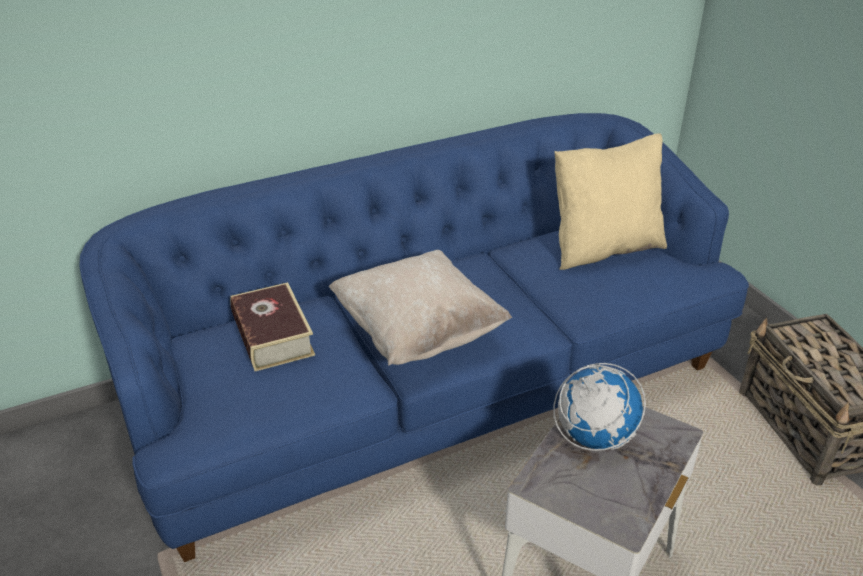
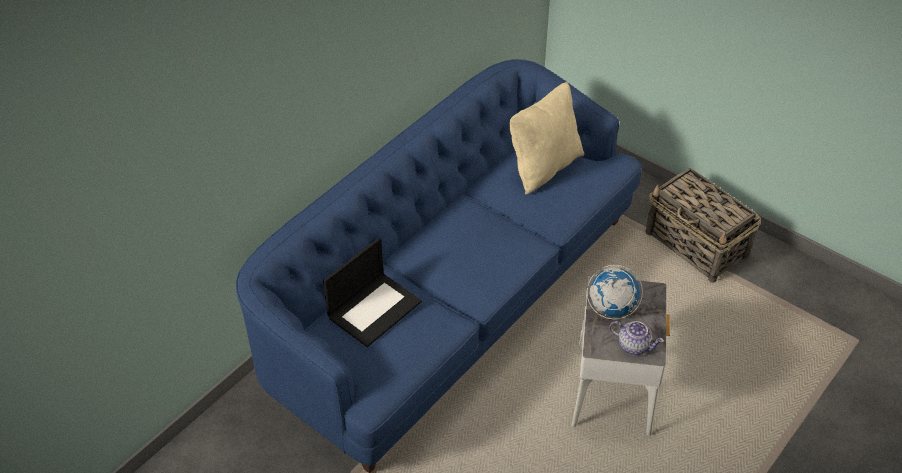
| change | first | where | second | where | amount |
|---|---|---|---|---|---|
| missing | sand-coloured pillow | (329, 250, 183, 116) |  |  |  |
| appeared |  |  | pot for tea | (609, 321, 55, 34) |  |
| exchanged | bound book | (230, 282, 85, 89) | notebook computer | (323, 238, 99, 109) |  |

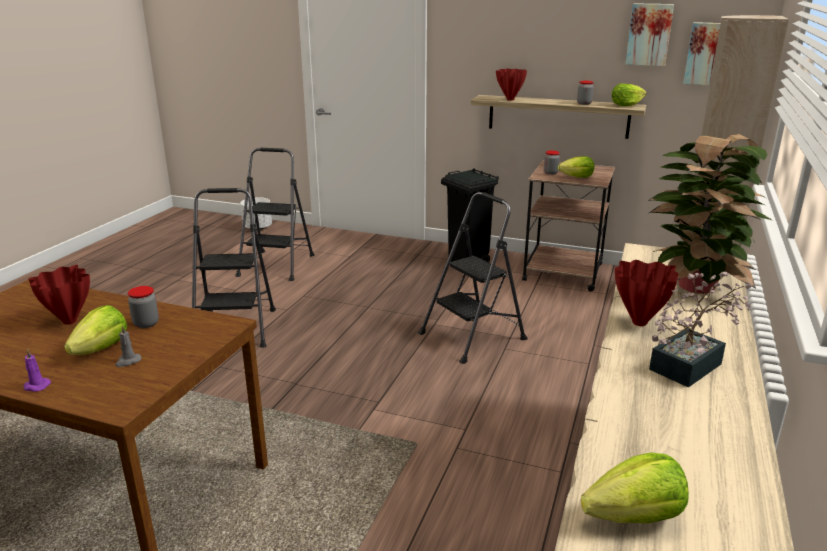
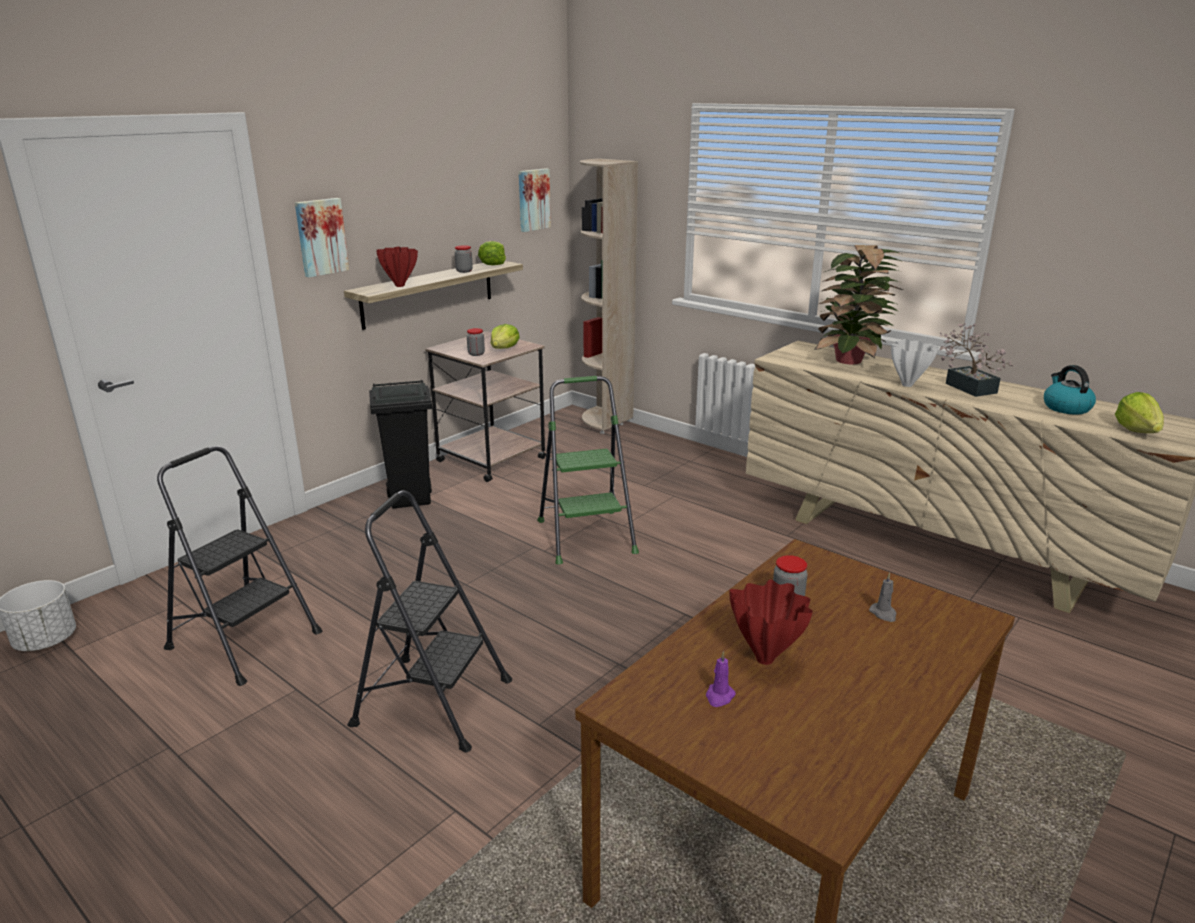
| change | first | where | second | where | amount |
|---|---|---|---|---|---|
| missing | lettuce | (64, 305, 63, 50) |  |  |  |
| appeared |  |  | water kettle | (1044, 365, 52, 50) |  |
| relocated | purplish candle | (23, 349, 28, 43) |  | (706, 651, 30, 56) |  |
| relocated | wall art | (626, 3, 48, 63) |  | (295, 198, 54, 79) |  |
| colour | black stepladder | (418, 192, 110, 172) | greenish stepladder | (537, 376, 102, 188) |  |
| colour | red-coloured decorative vase | (615, 260, 64, 66) | white-coloured decorative vase | (891, 339, 48, 48) |  |

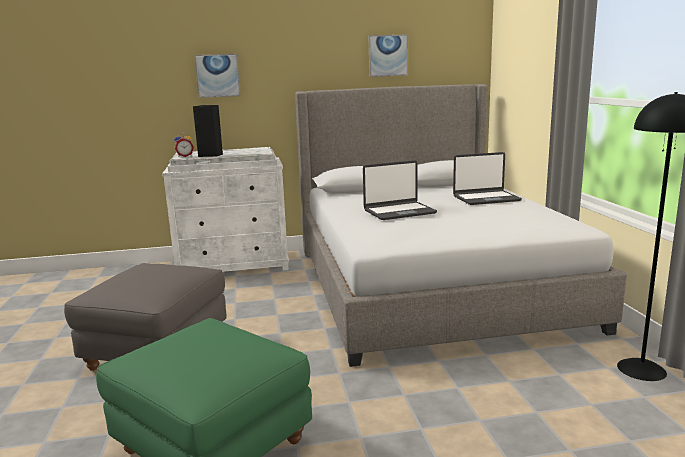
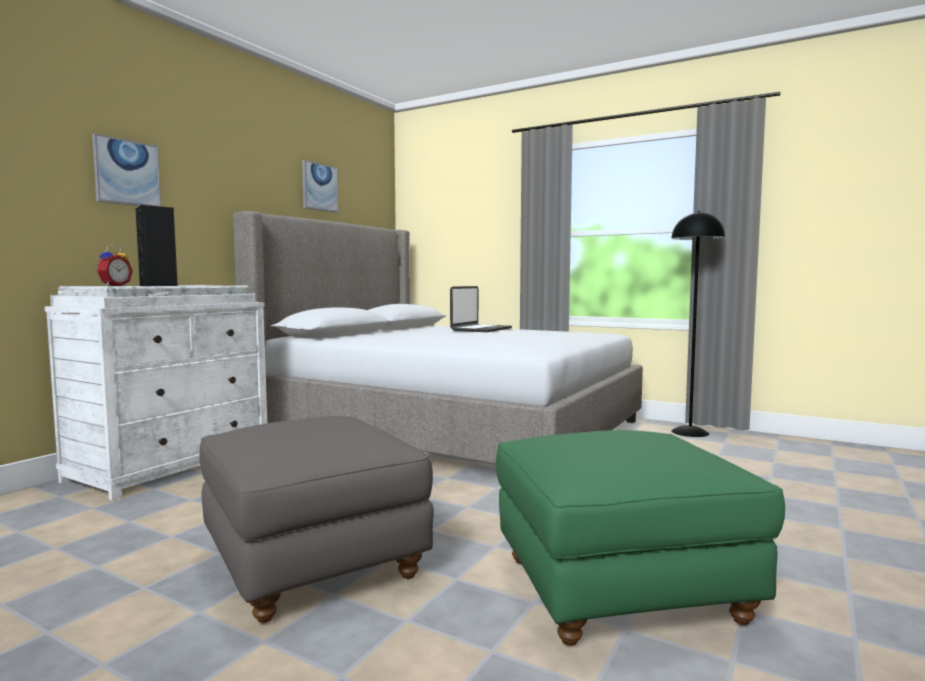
| change | first | where | second | where | amount |
|---|---|---|---|---|---|
| missing | notebook computer | (363, 160, 74, 60) |  |  |  |

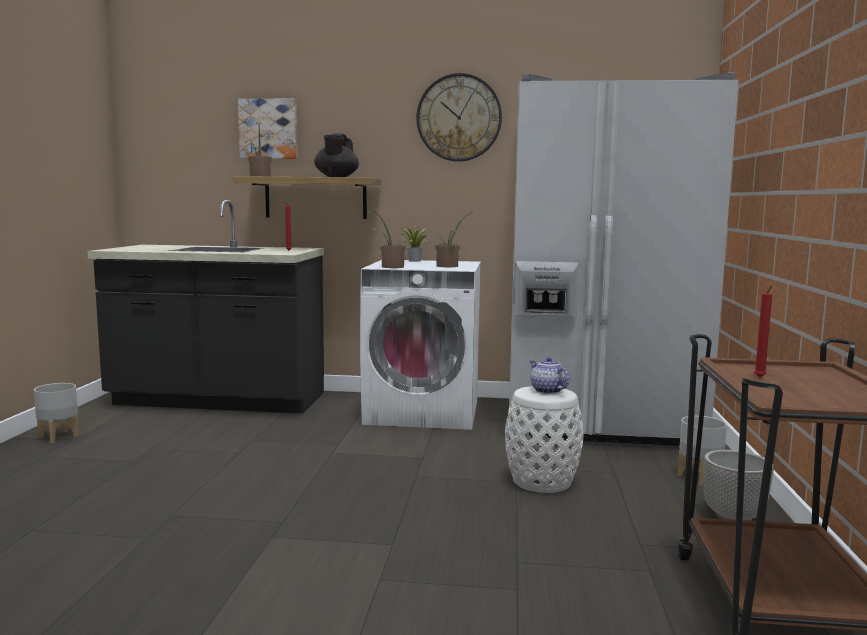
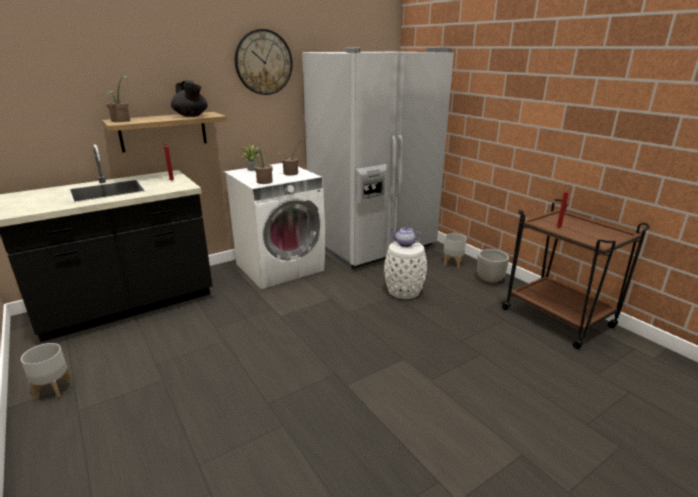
| change | first | where | second | where | amount |
|---|---|---|---|---|---|
| missing | wall art | (238, 99, 59, 60) |  |  |  |

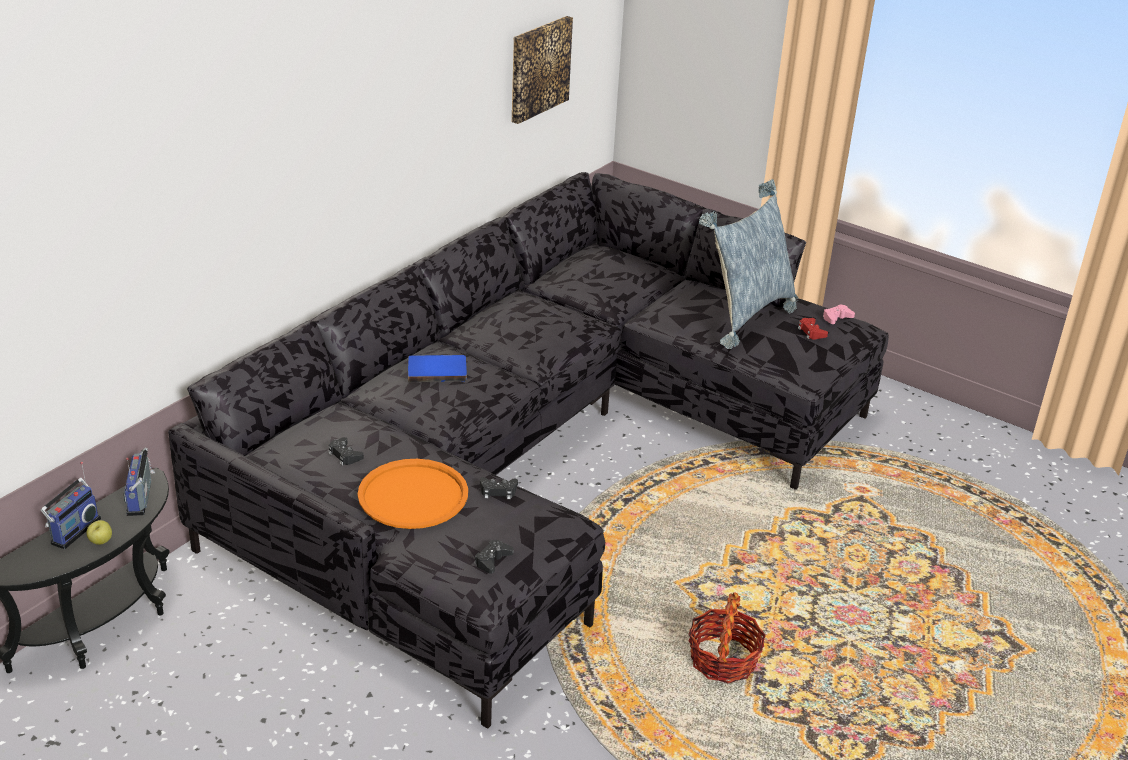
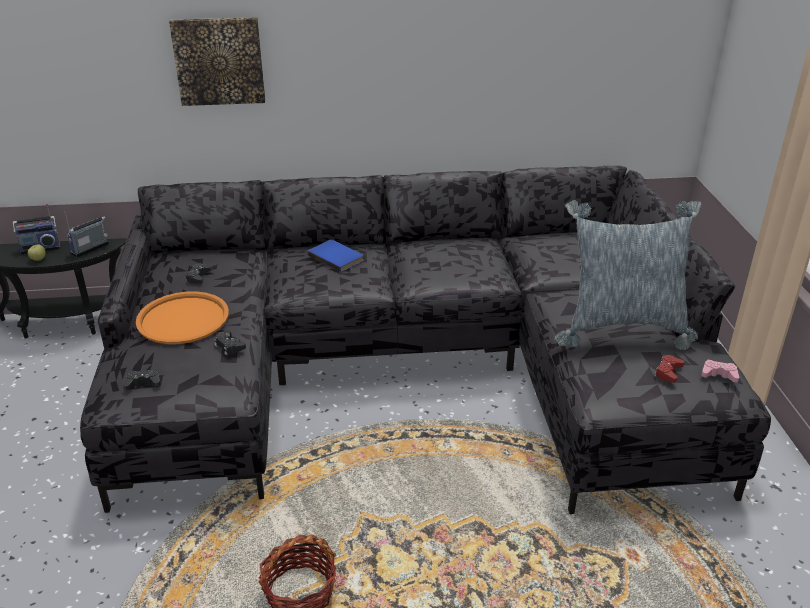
| change | first | where | second | where | amount |
|---|---|---|---|---|---|
| relocated | wall art | (512, 16, 61, 108) |  | (169, 17, 96, 89) |  |

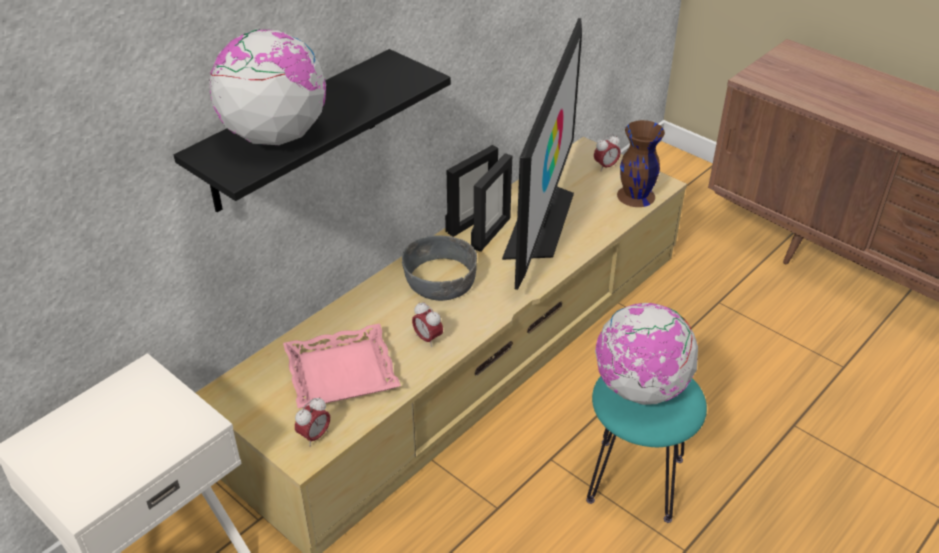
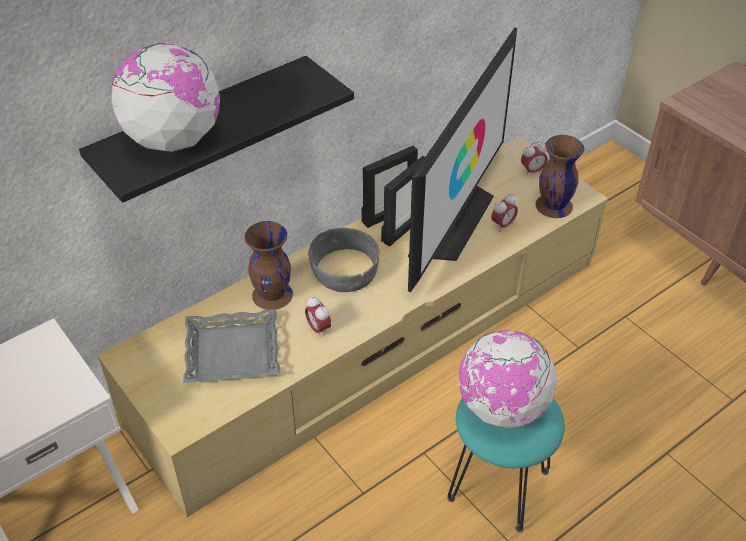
| change | first | where | second | where | amount |
|---|---|---|---|---|---|
| appeared |  |  | brown-coloured decorative vase | (245, 221, 48, 89) |  |
| relocated | table clock | (295, 397, 35, 50) |  | (491, 194, 27, 38) |  |
| colour | pink-coloured carrying tray | (283, 323, 118, 85) | grey carrying tray | (183, 309, 97, 74) |  |

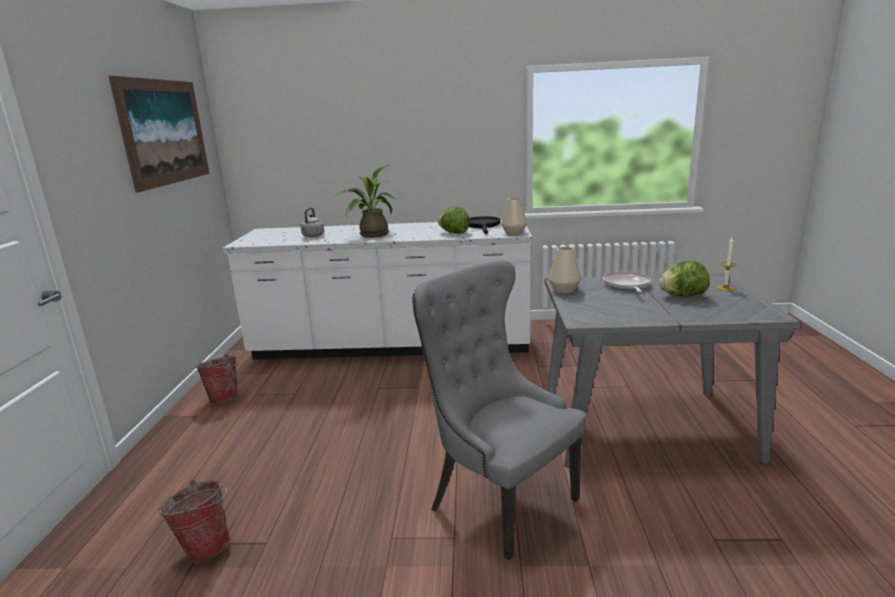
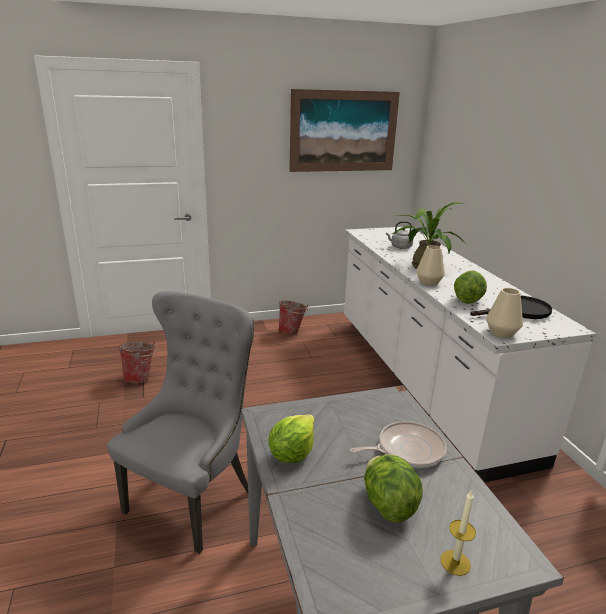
| change | first | where | second | where | amount |
|---|---|---|---|---|---|
| appeared |  |  | lettuce | (269, 414, 45, 49) |  |
| relocated | sand-coloured decorative vase | (548, 247, 33, 46) |  | (416, 245, 29, 41) |  |

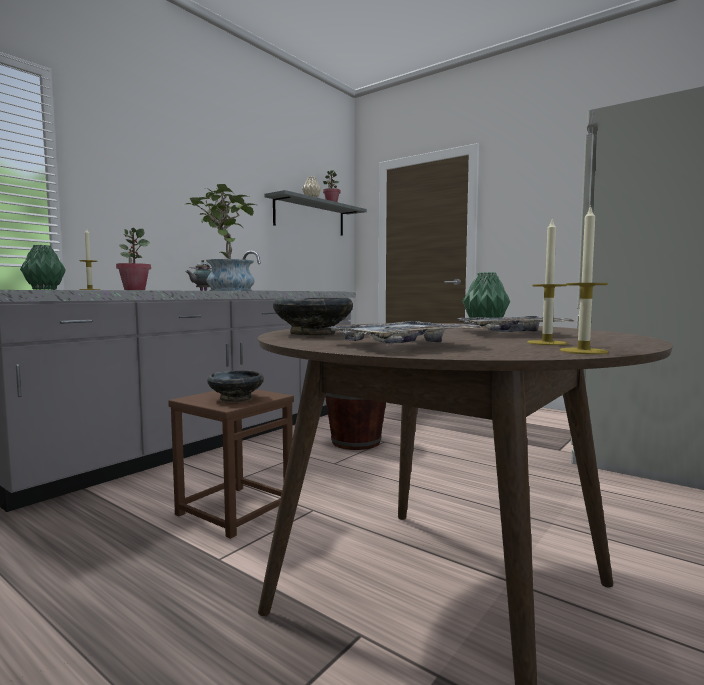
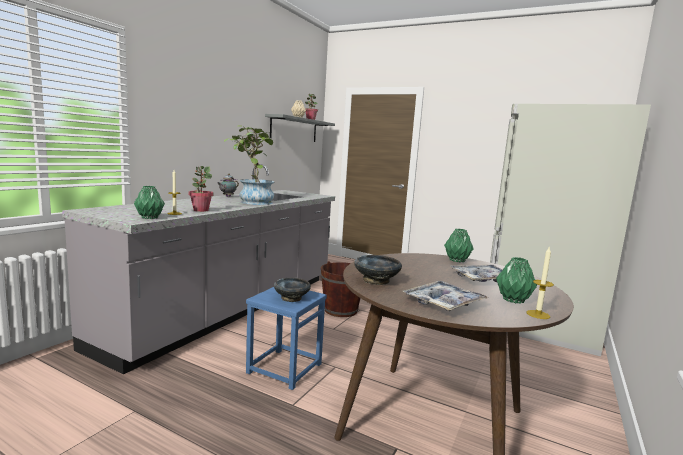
| change | first | where | second | where | amount |
|---|---|---|---|---|---|
| exchanged | candle | (527, 220, 41, 125) | greenish decorative vase | (496, 257, 41, 47) |  |
| colour | brown-coloured stool seat | (168, 389, 126, 150) | blue stool seat | (246, 287, 81, 103) |  |

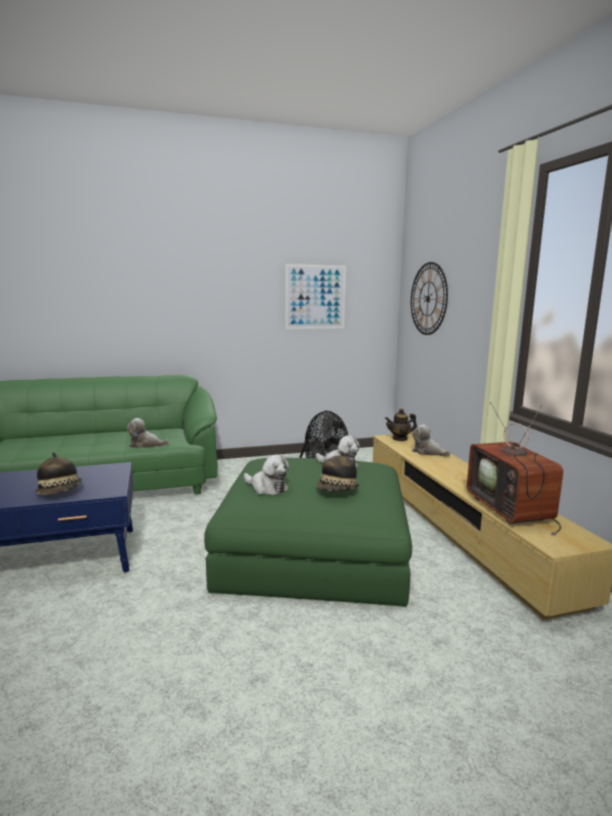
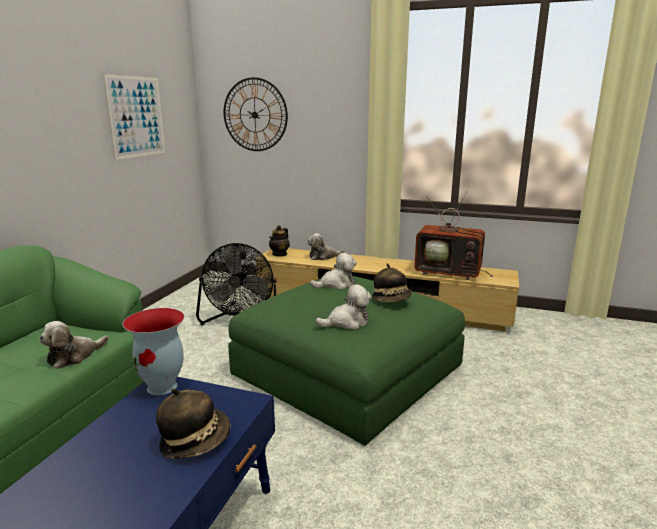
| change | first | where | second | where | amount |
|---|---|---|---|---|---|
| appeared |  |  | decorative vase | (123, 308, 61, 87) |  |

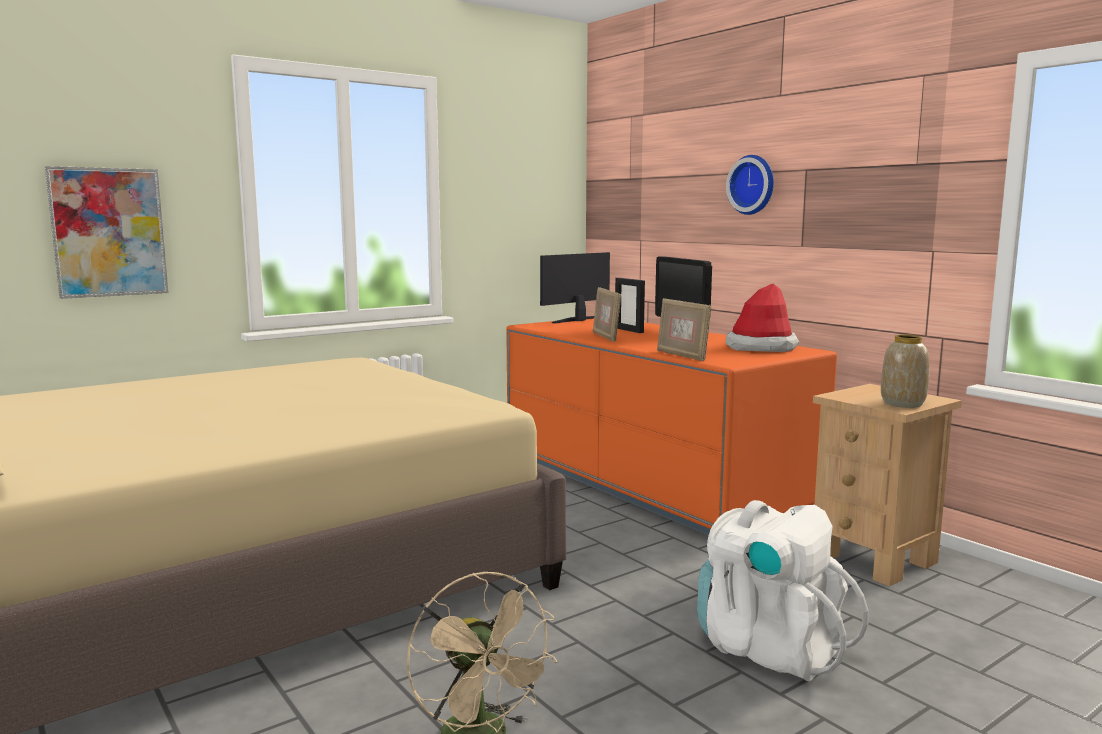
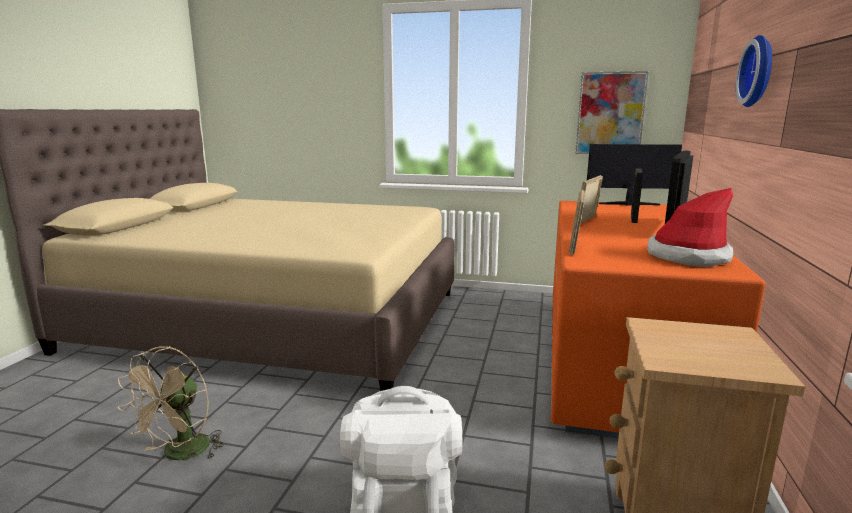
| change | first | where | second | where | amount |
|---|---|---|---|---|---|
| missing | decorative vase | (881, 335, 49, 73) |  |  |  |
| relocated | wall art | (45, 166, 124, 133) |  | (575, 71, 74, 83) |  |

